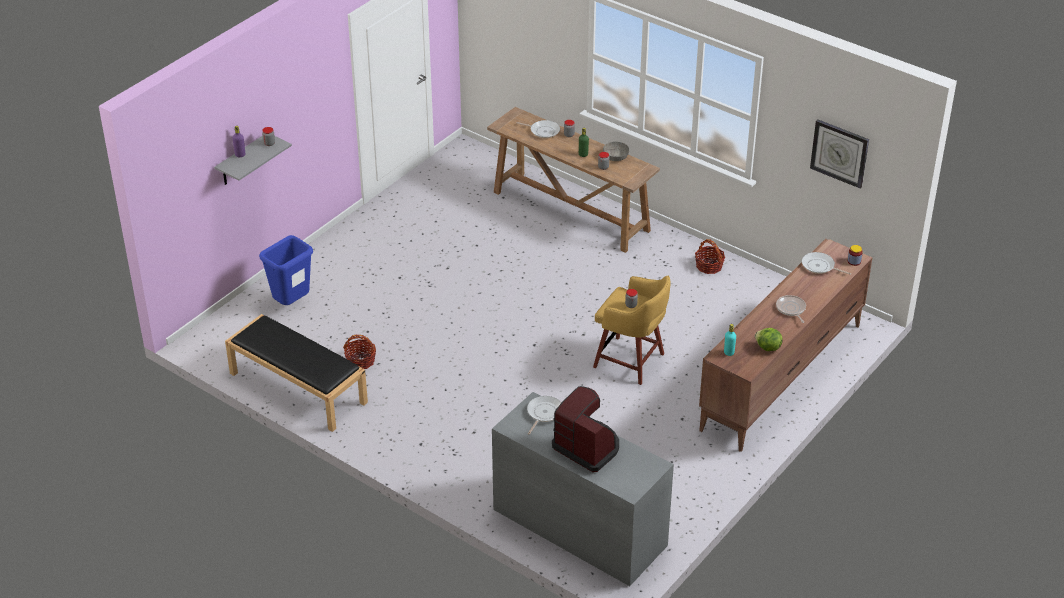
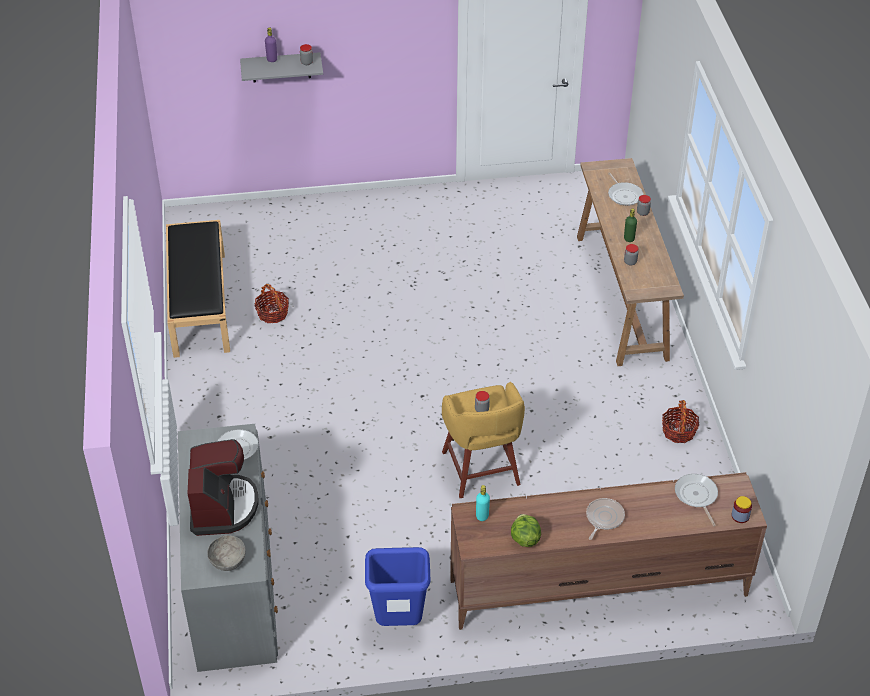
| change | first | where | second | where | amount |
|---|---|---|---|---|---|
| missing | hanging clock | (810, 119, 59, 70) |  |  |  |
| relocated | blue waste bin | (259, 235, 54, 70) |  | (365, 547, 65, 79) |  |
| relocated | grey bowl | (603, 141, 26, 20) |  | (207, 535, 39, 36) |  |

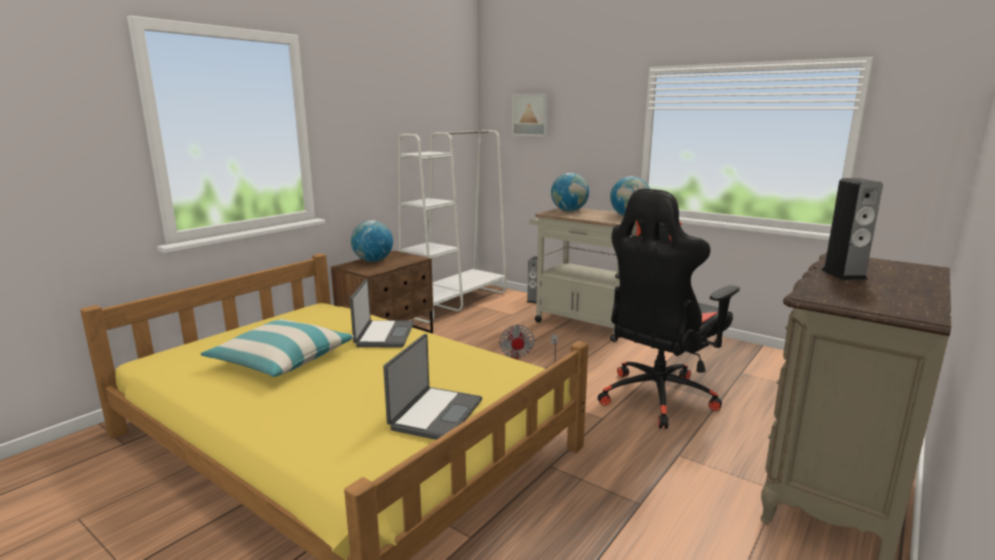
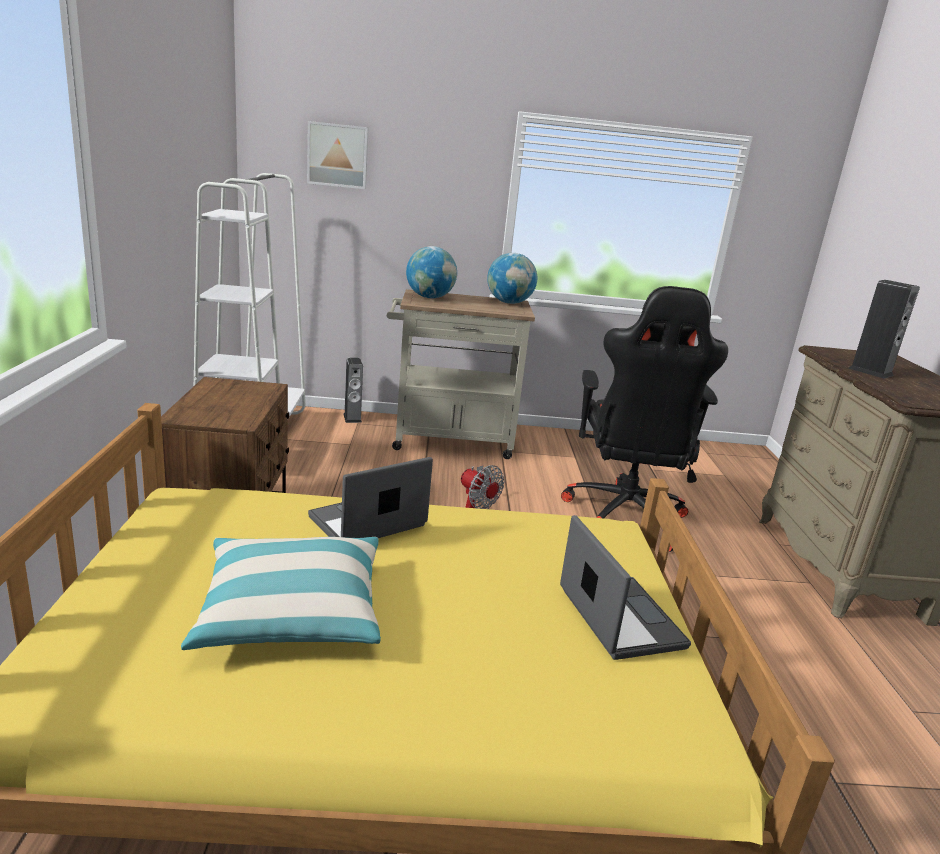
| change | first | where | second | where | amount |
|---|---|---|---|---|---|
| missing | world globe | (351, 220, 42, 42) |  |  |  |
| spun | notebook computer | (350, 279, 64, 69) |  | (308, 457, 125, 81) | 90 degrees counterclockwise |

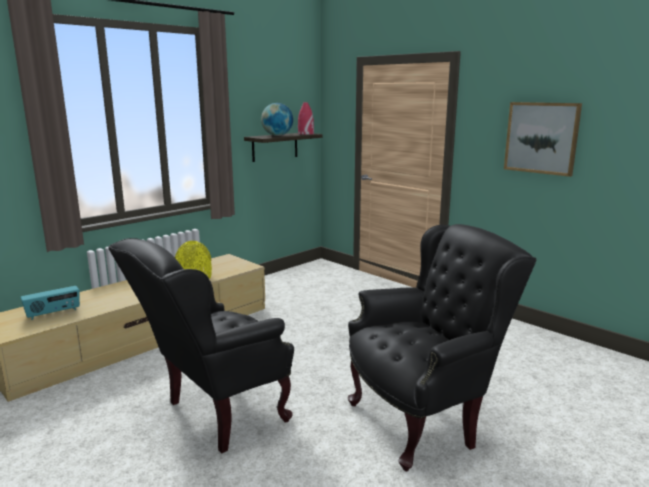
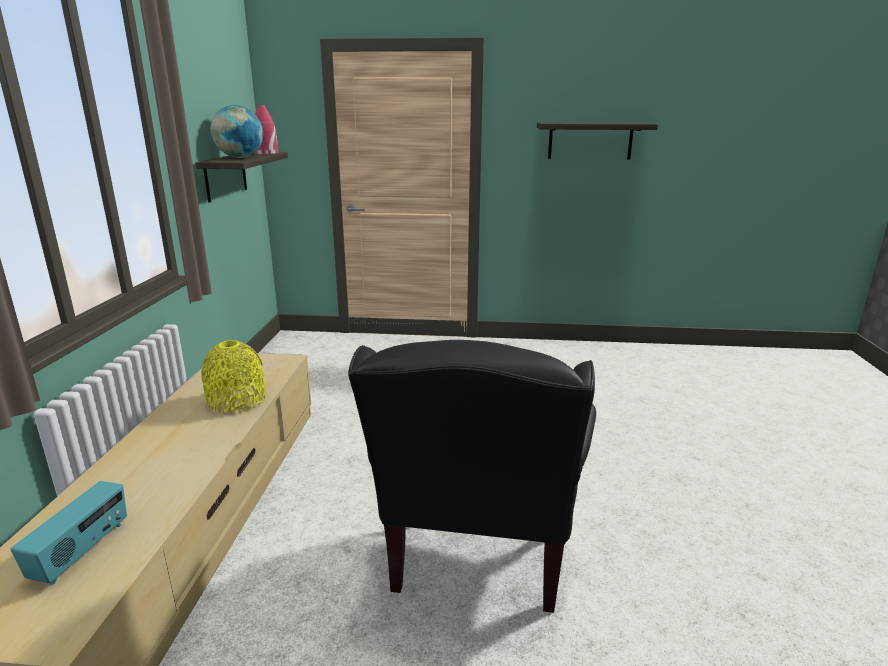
| change | first | where | second | where | amount |
|---|---|---|---|---|---|
| missing | black armchair | (348, 224, 188, 247) |  |  |  |
| exchanged | wall art | (504, 102, 78, 75) | wall shelf | (537, 122, 121, 38) |  |

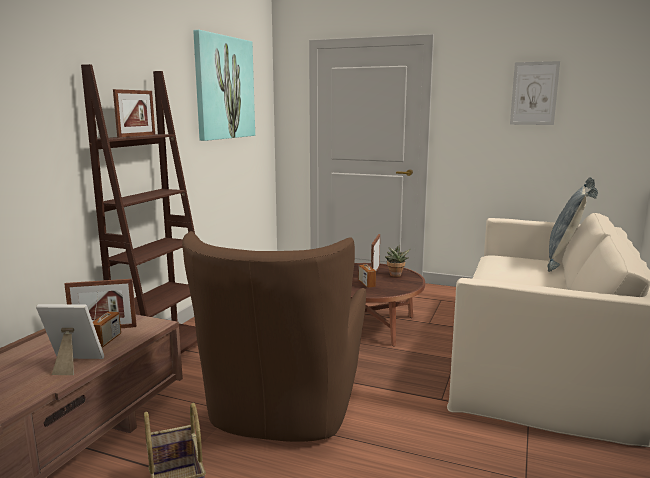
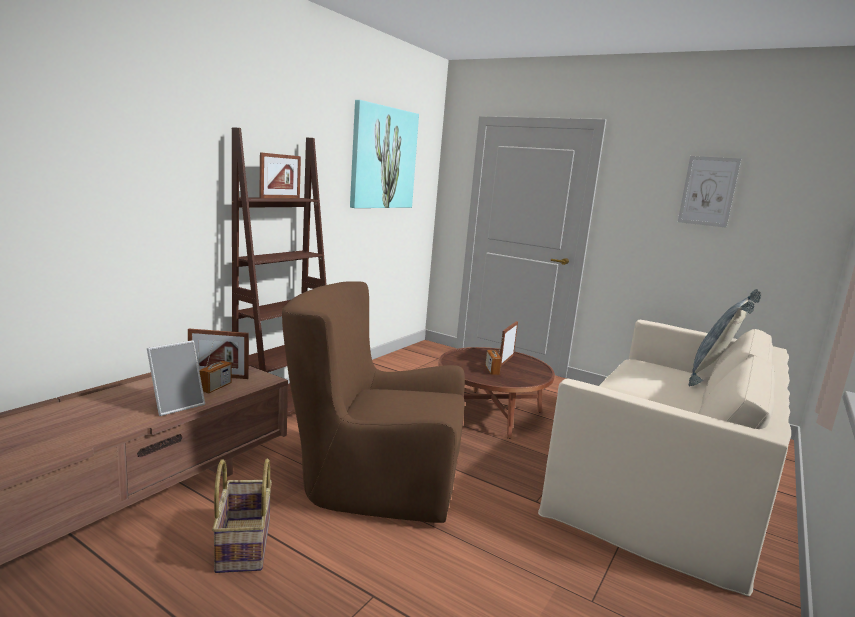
| change | first | where | second | where | amount |
|---|---|---|---|---|---|
| missing | potted plant | (385, 244, 26, 33) |  |  |  |
| spun | photo frame | (36, 304, 68, 71) |  | (147, 340, 58, 76) | 120 degrees clockwise |
| spun | brown-coloured armchair | (182, 231, 184, 211) |  | (282, 281, 183, 242) | 75 degrees clockwise |

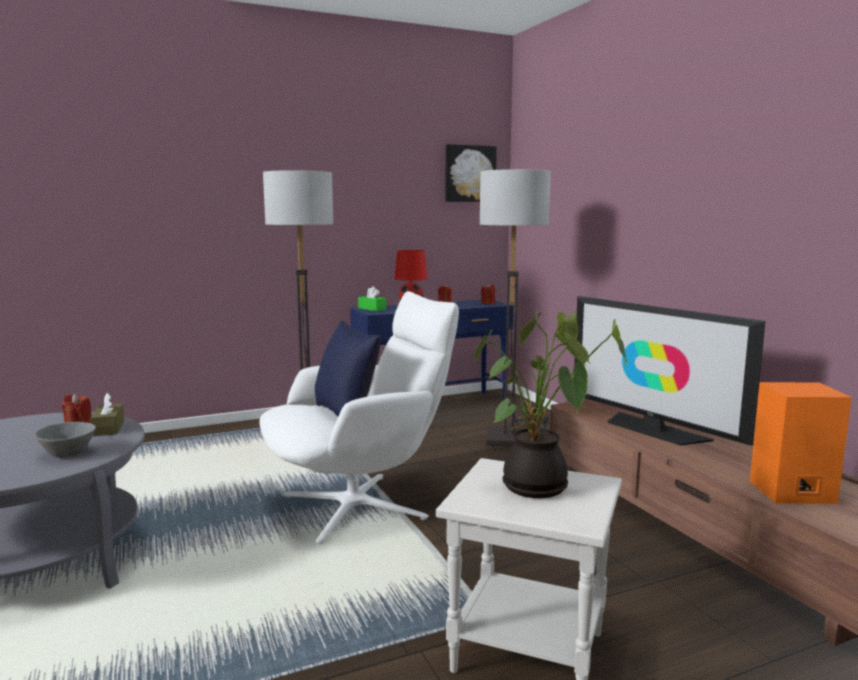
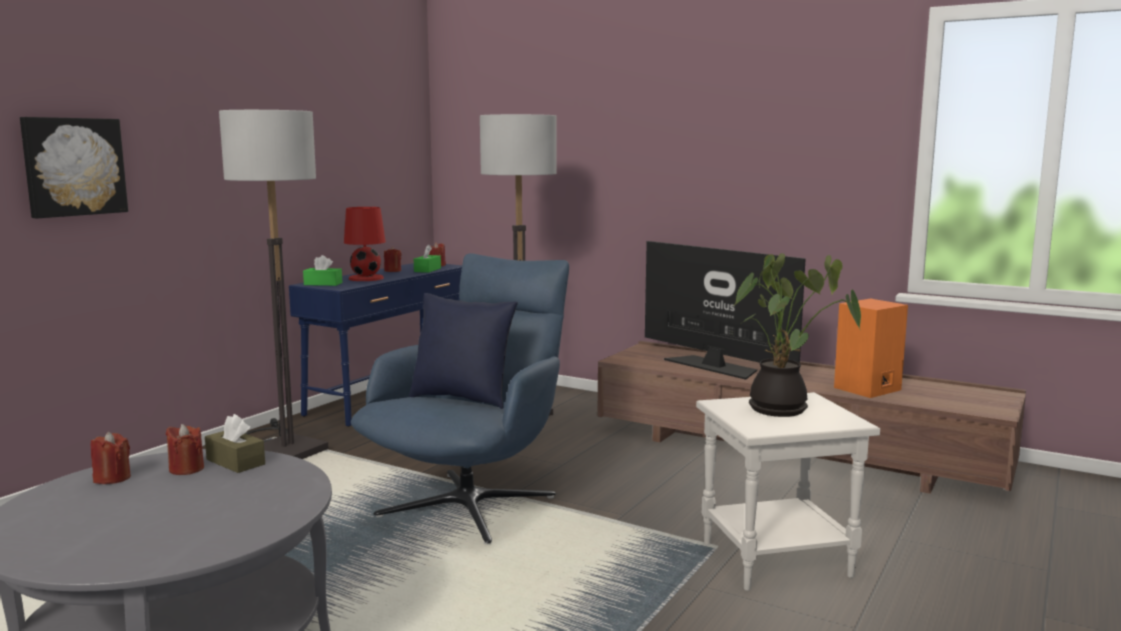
| change | first | where | second | where | amount |
|---|---|---|---|---|---|
| missing | grey bowl | (35, 422, 61, 36) |  |  |  |
| appeared |  |  | red-coloured candle | (91, 432, 40, 52) |  |
| appeared |  |  | greenish box of tissues | (414, 244, 27, 29) |  |
| relocated | wall art | (445, 144, 52, 58) |  | (20, 117, 108, 101) |  |
| colour | white-coloured armchair | (260, 291, 199, 253) | blue armchair | (351, 253, 218, 291) |  |
| spun | TV set | (574, 296, 191, 150) |  | (645, 241, 161, 139) | 150 degrees counterclockwise |

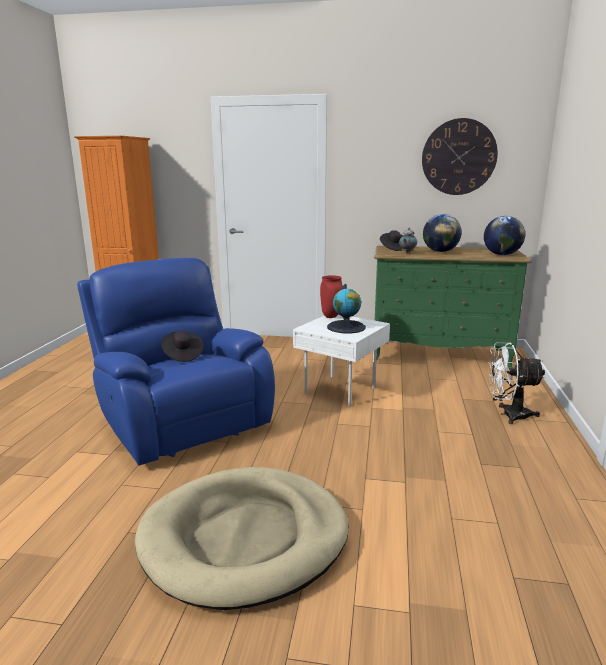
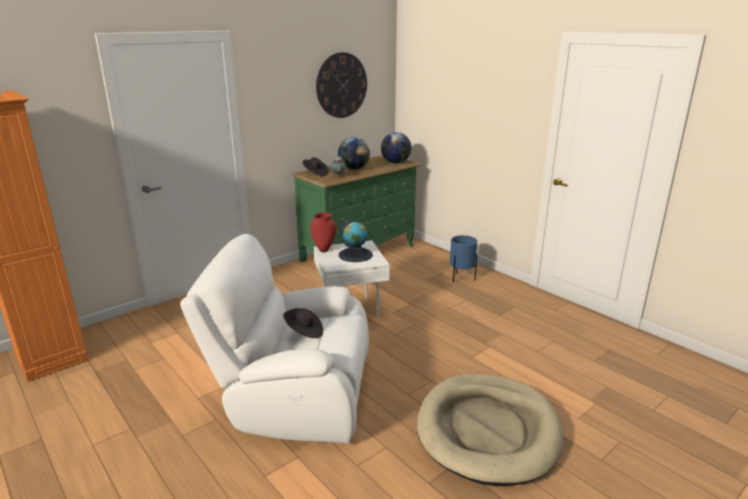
| change | first | where | second | where | amount |
|---|---|---|---|---|---|
| exchanged | white-coloured cooling fan | (488, 343, 57, 81) | blue planter | (450, 235, 27, 47) |  |
| colour | blue armchair | (77, 258, 198, 208) | white-coloured armchair | (180, 234, 189, 210) |  |

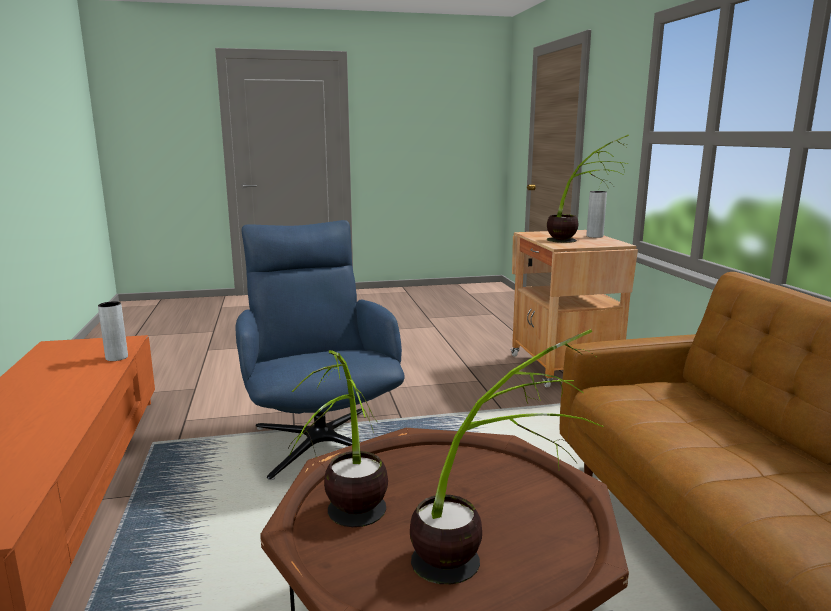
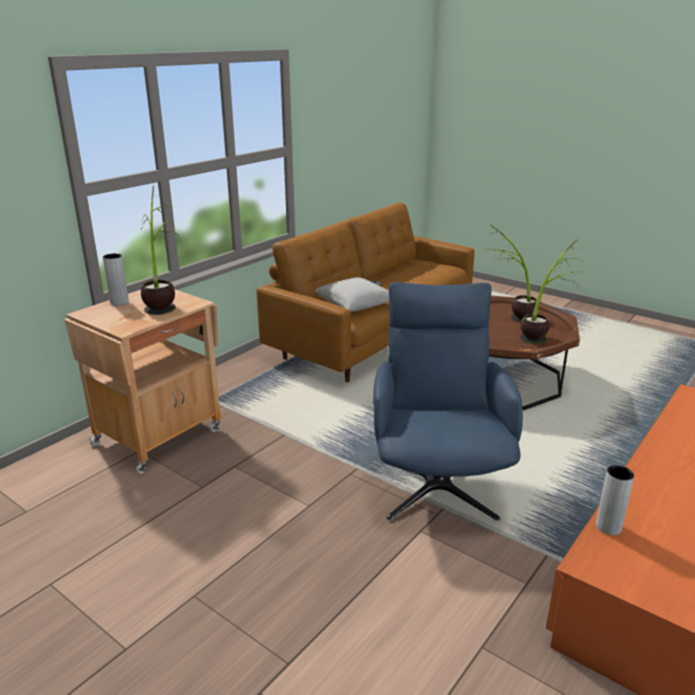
| change | first | where | second | where | amount |
|---|---|---|---|---|---|
| appeared |  |  | grey pillow | (315, 277, 74, 35) |  |
| spun | blue armchair | (236, 220, 169, 260) |  | (373, 282, 150, 239) | 150 degrees clockwise |

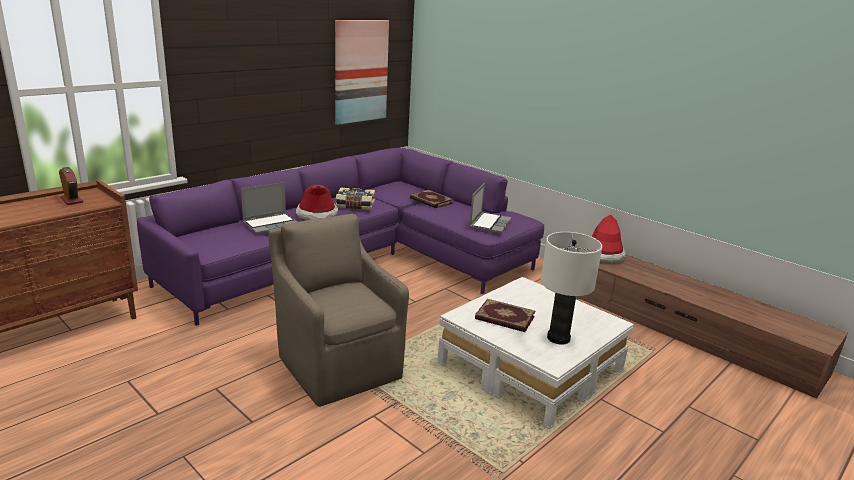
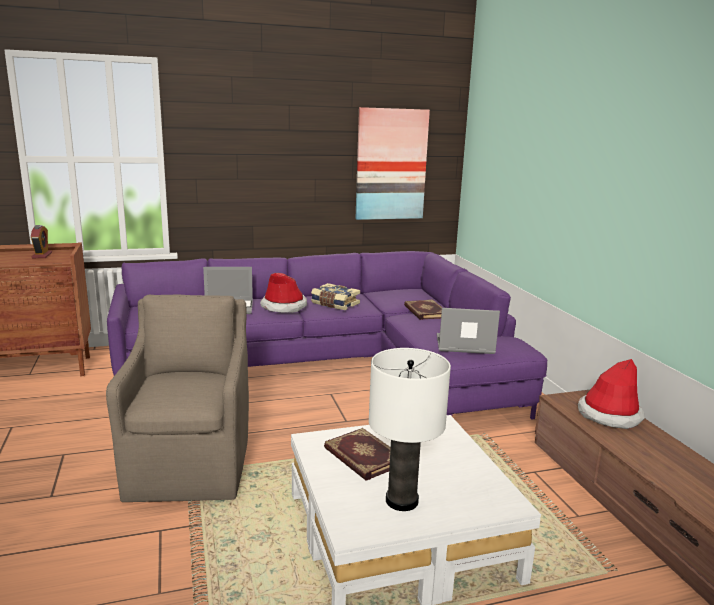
| change | first | where | second | where | amount |
|---|---|---|---|---|---|
| spun | notebook computer | (469, 183, 43, 51) |  | (437, 308, 63, 46) | 135 degrees counterclockwise |

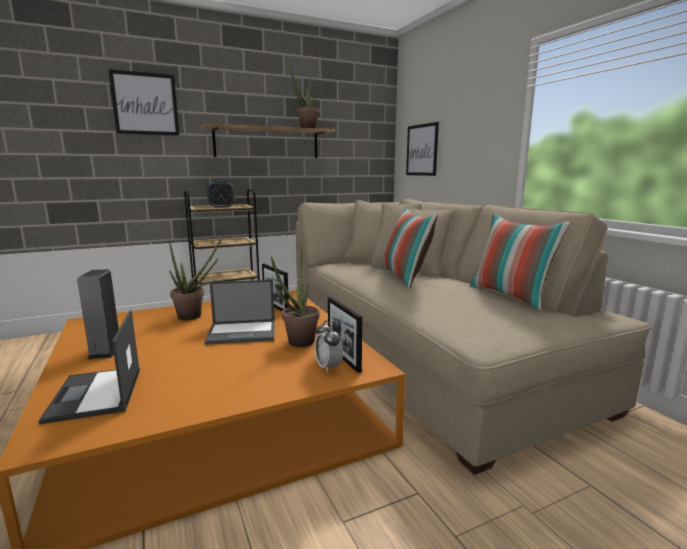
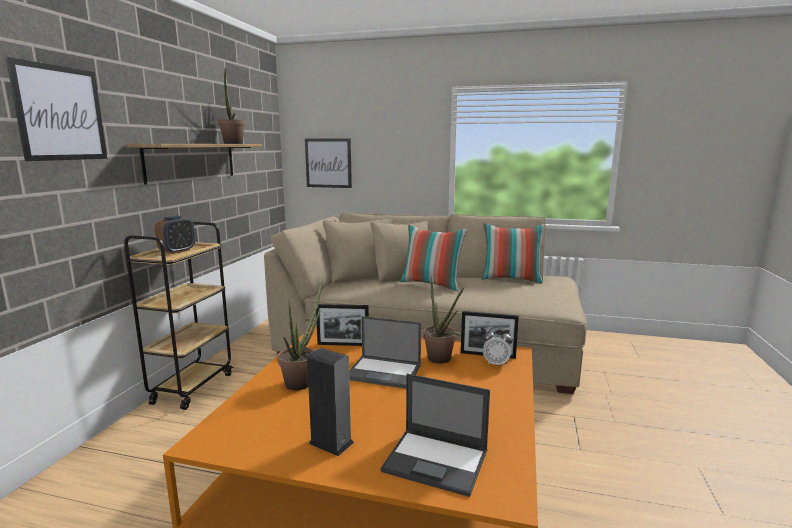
| change | first | where | second | where | amount |
|---|---|---|---|---|---|
| spun | notebook computer | (205, 280, 70, 65) |  | (349, 316, 72, 73) | 75 degrees clockwise |

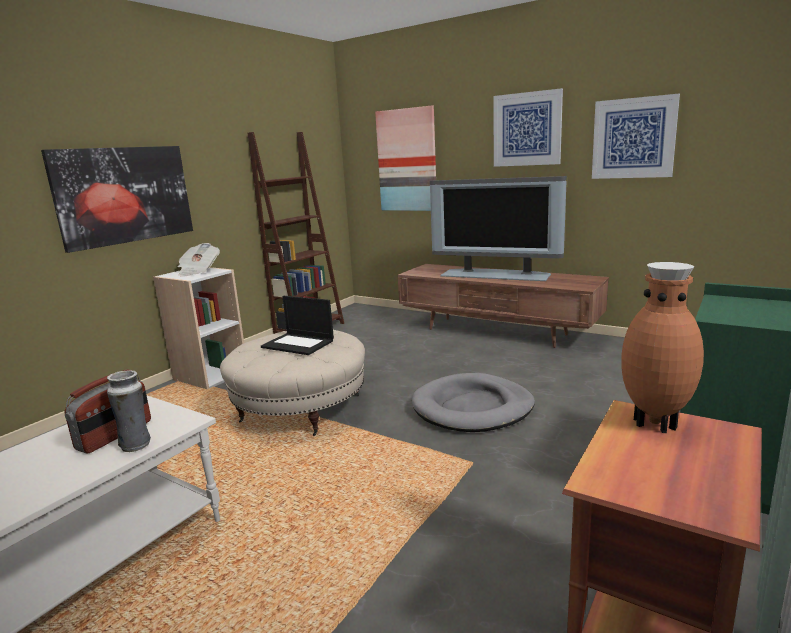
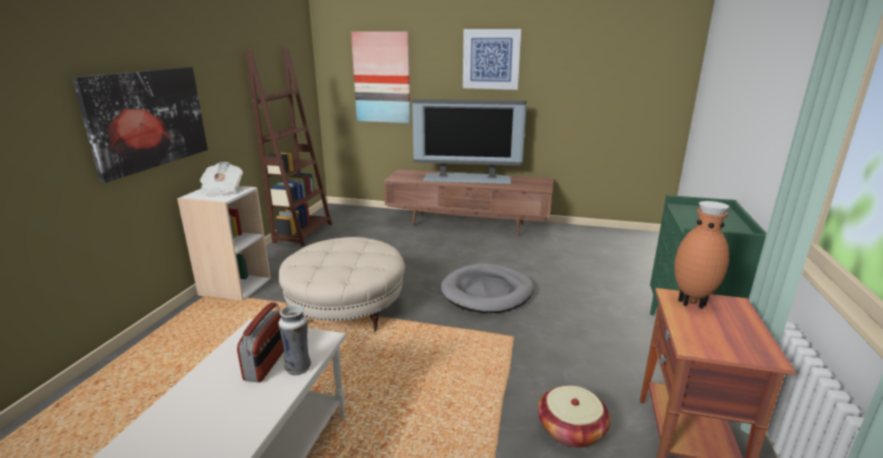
| change | first | where | second | where | amount |
|---|---|---|---|---|---|
| missing | notebook computer | (261, 296, 73, 59) |  |  |  |
| missing | wall art | (592, 94, 88, 85) |  |  |  |
| appeared |  |  | basket | (538, 386, 72, 62) |  |

